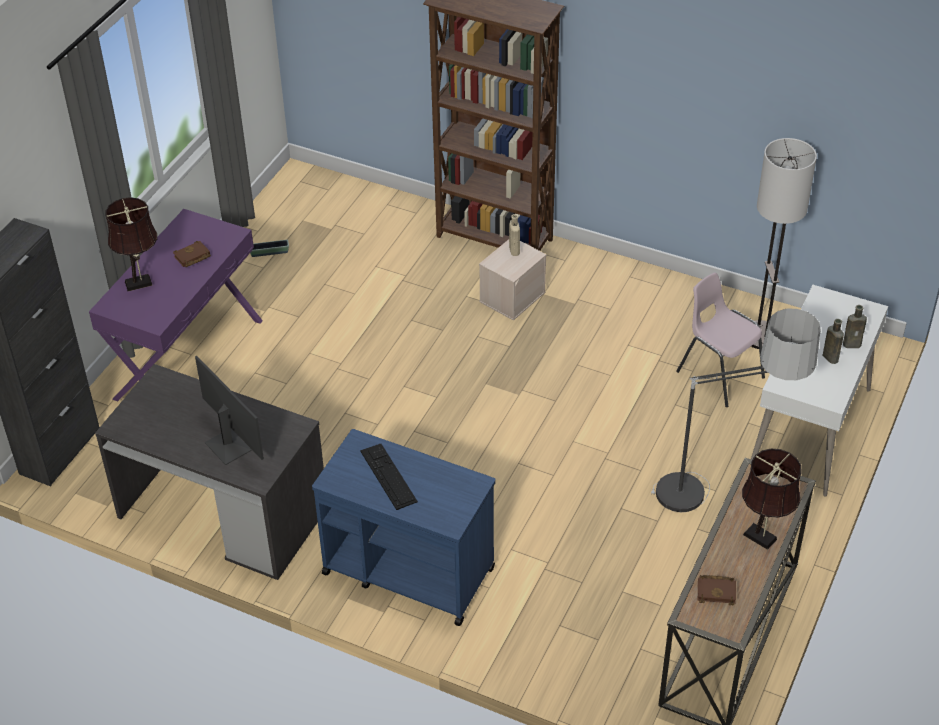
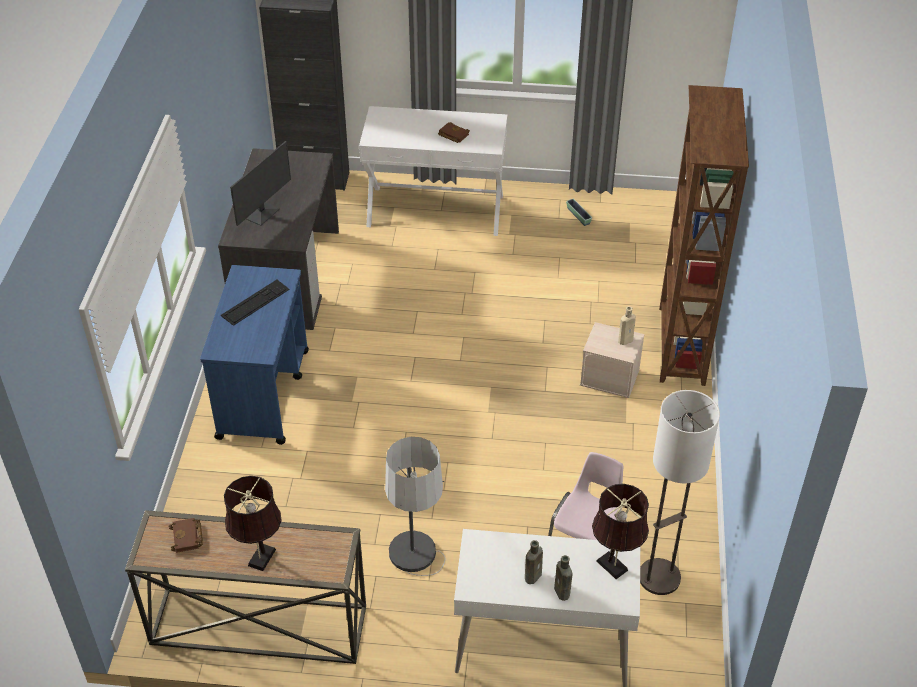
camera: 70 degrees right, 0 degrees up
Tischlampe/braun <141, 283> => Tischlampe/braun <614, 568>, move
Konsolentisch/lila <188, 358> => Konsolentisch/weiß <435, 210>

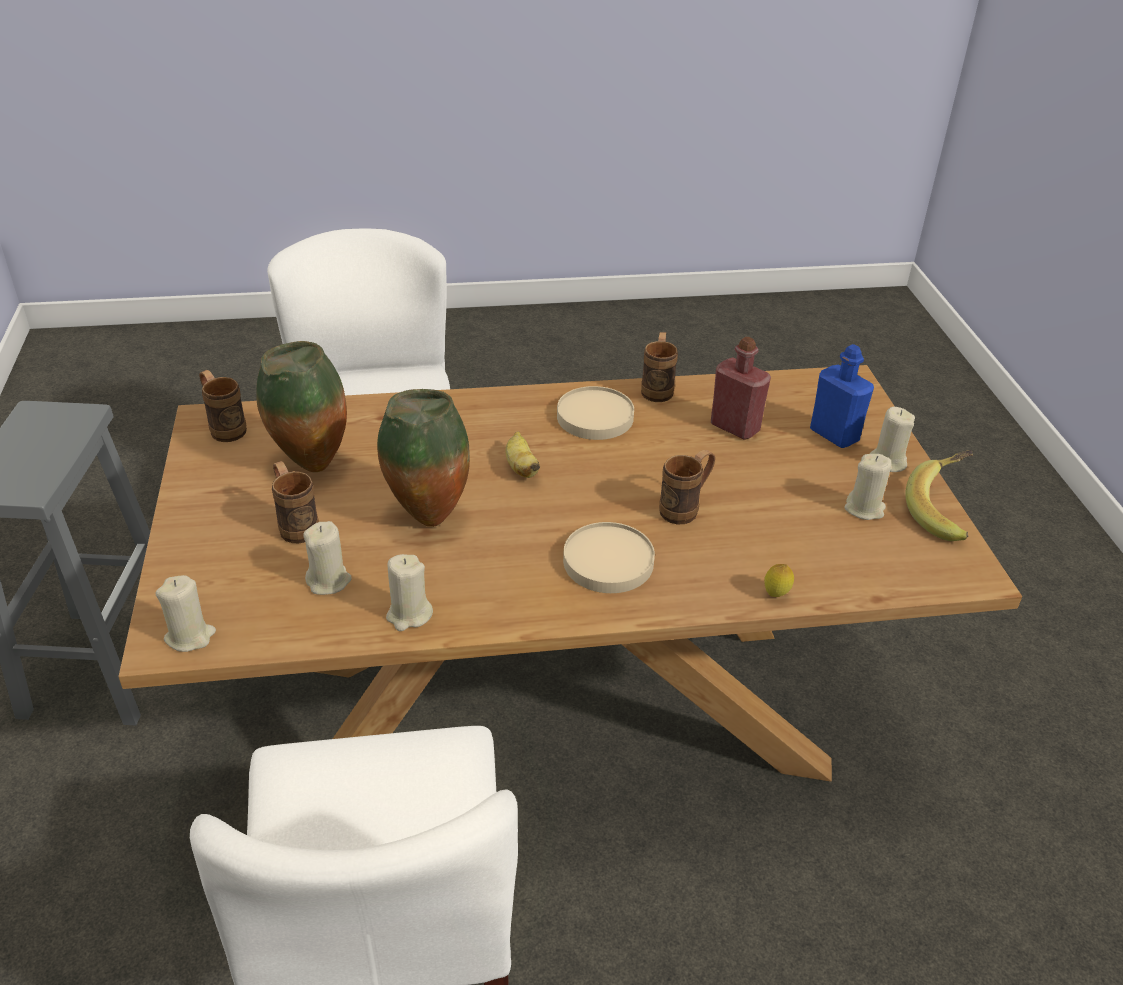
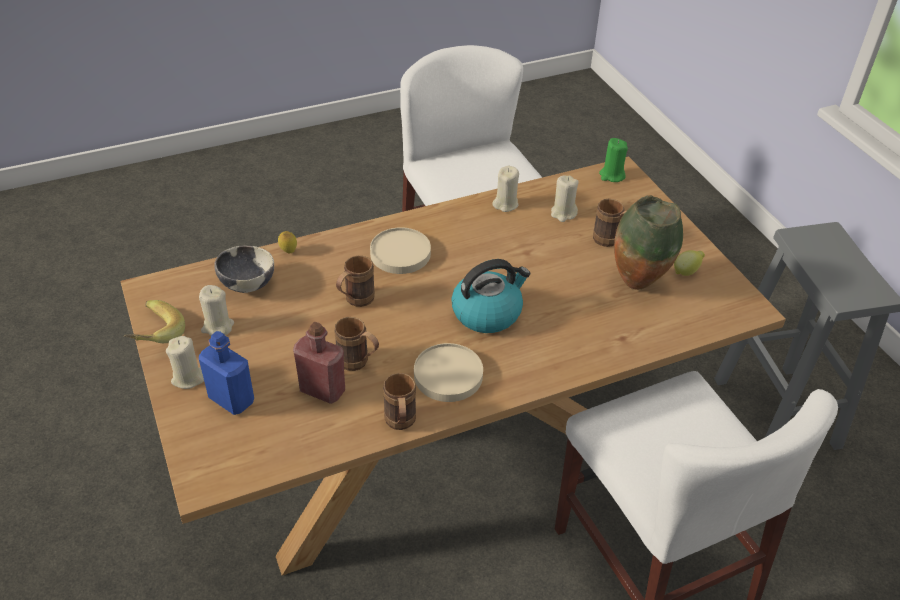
camera: 165 degrees right, 5 degrees up
Henkelbecher/braun <224, 427> => Henkelbecher/braun <358, 363>, move
Vase <427, 518> => nothing
Banane <521, 468> => Wasserkessel <487, 312>
Kerze/beige <190, 636> => Kerze/grün <612, 175>
nothing => Schüssel <247, 284>
nothing => Zitrone <686, 272>

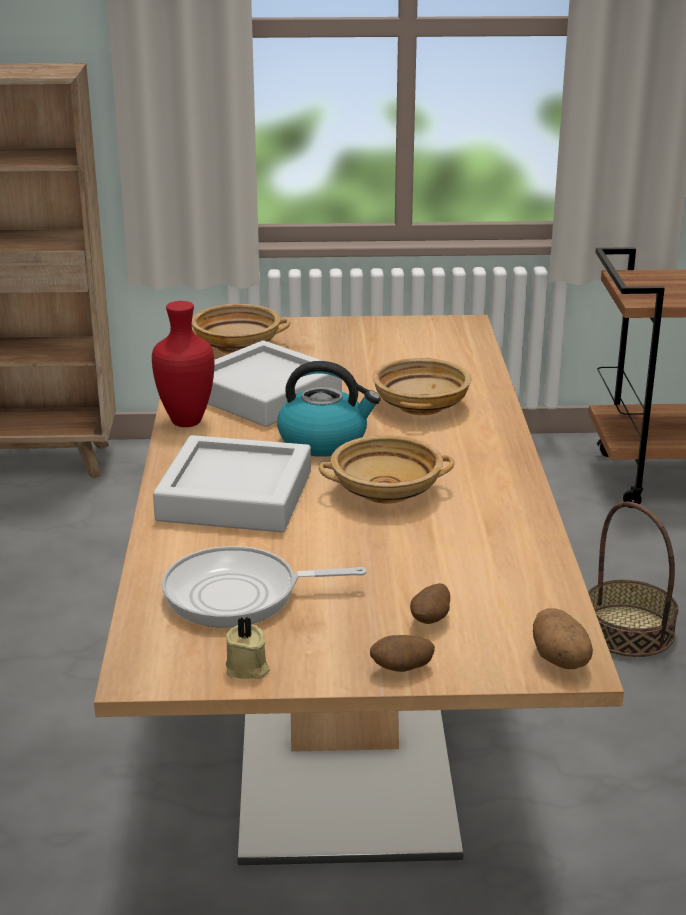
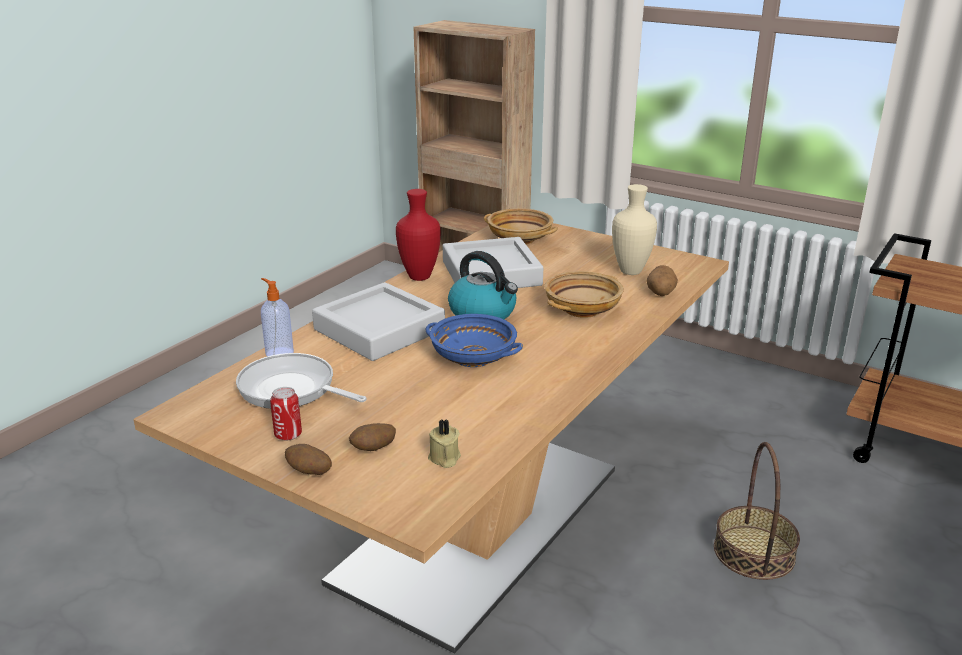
camera: 35 degrees right, 0 degrees up
Schüssel/beige <385, 491> => Schüssel/blau <472, 357>
Kartoffel <561, 661> => Kartoffel <660, 293>, move
Kerze/beige <247, 669> => Kerze/beige <444, 458>, move
nothing => Vase/beige <631, 272>
nothing => Seifenspender <279, 352>
nothing => Dose <288, 435>

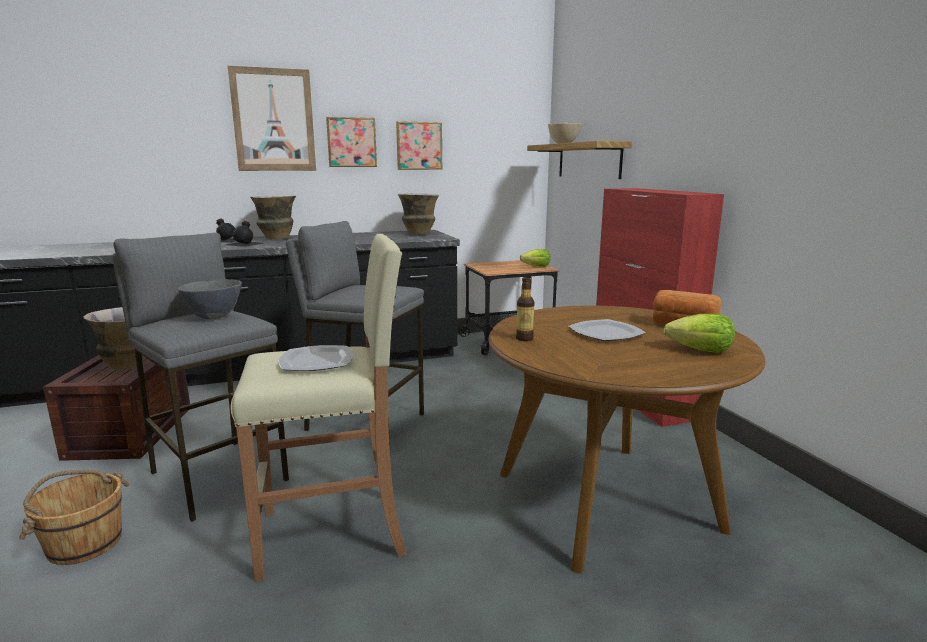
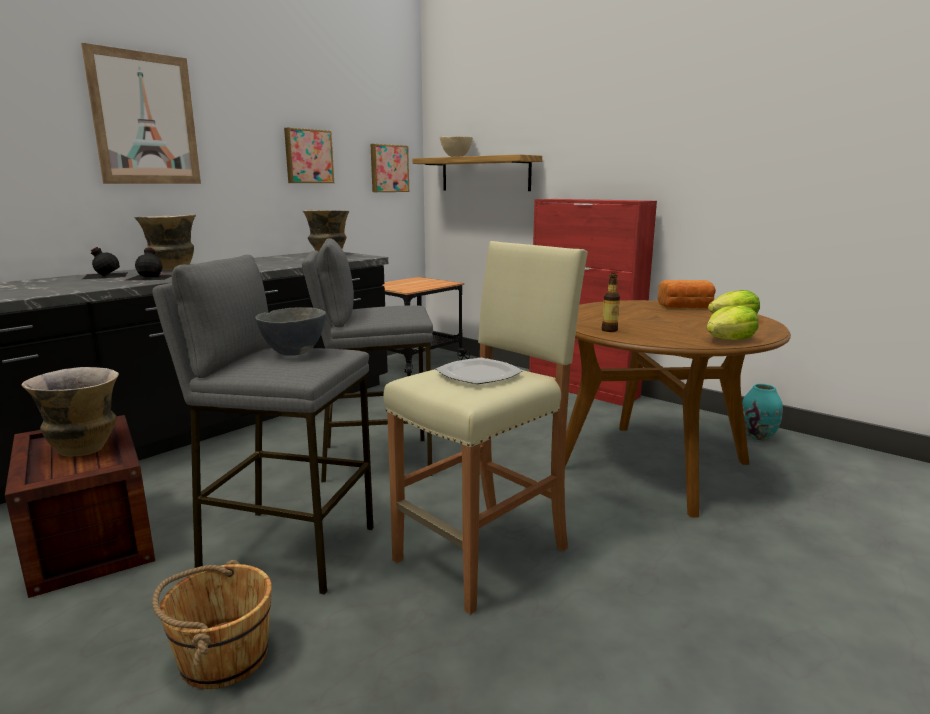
camera: 30 degrees left, 0 degrees up
Bild <351, 142> => Bild <388, 168>, move
Salatkopf <536, 266> => Salatkopf <729, 340>, move
Teller <605, 333> => nothing
nothing => Vase/türkis <758, 436>

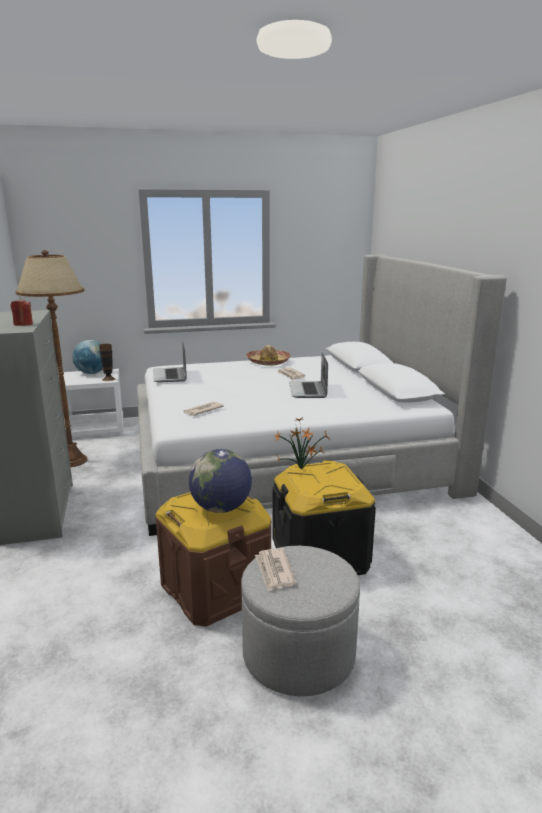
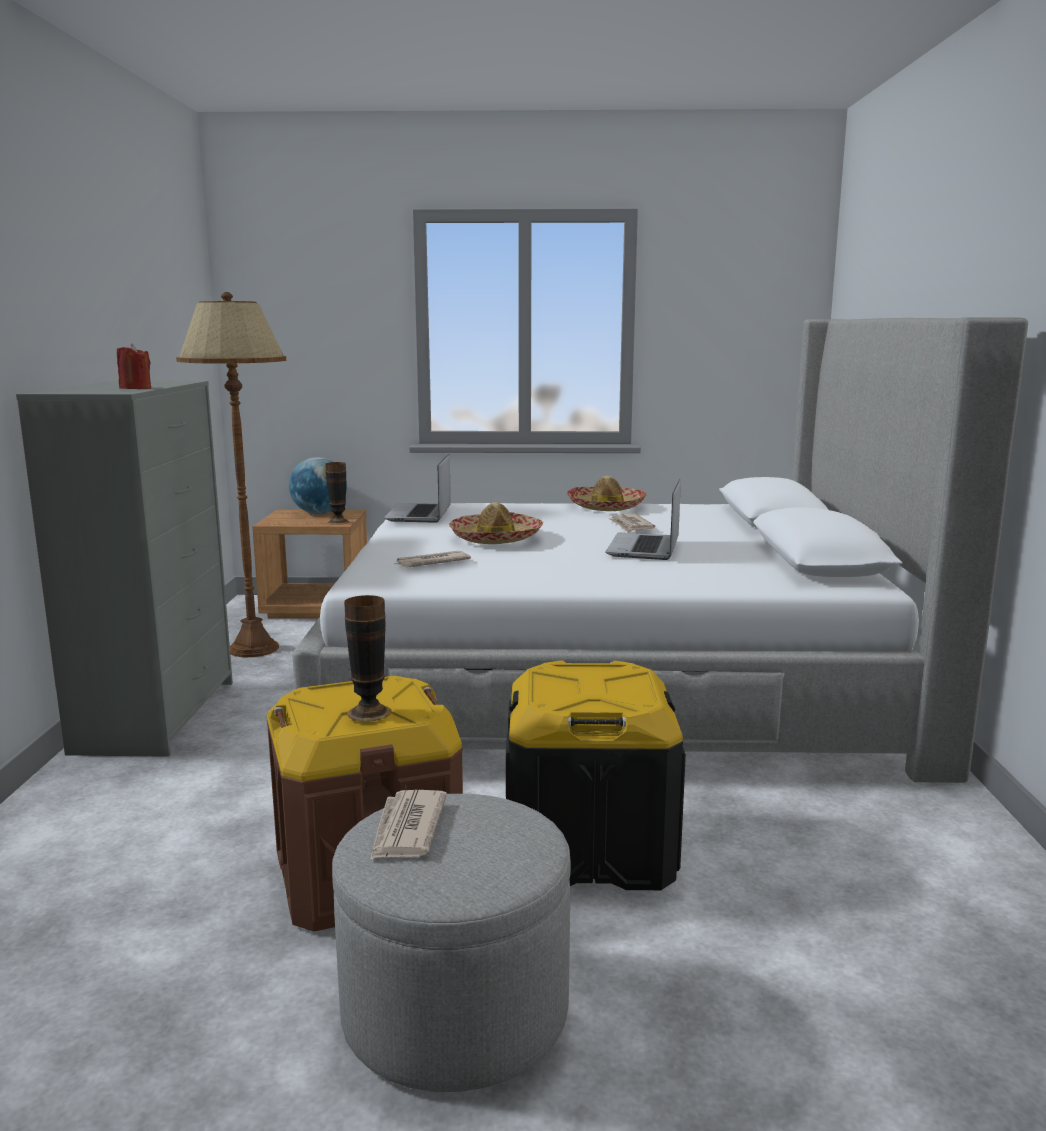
camera: 15 degrees right, 5 degrees down
Nachttisch/weiß <95, 429> => Nachttisch/braun <317, 607>
Topfpflanze <303, 469> => nothing
Globus <221, 508> => Vase <369, 712>
nothing => Hut <495, 538>

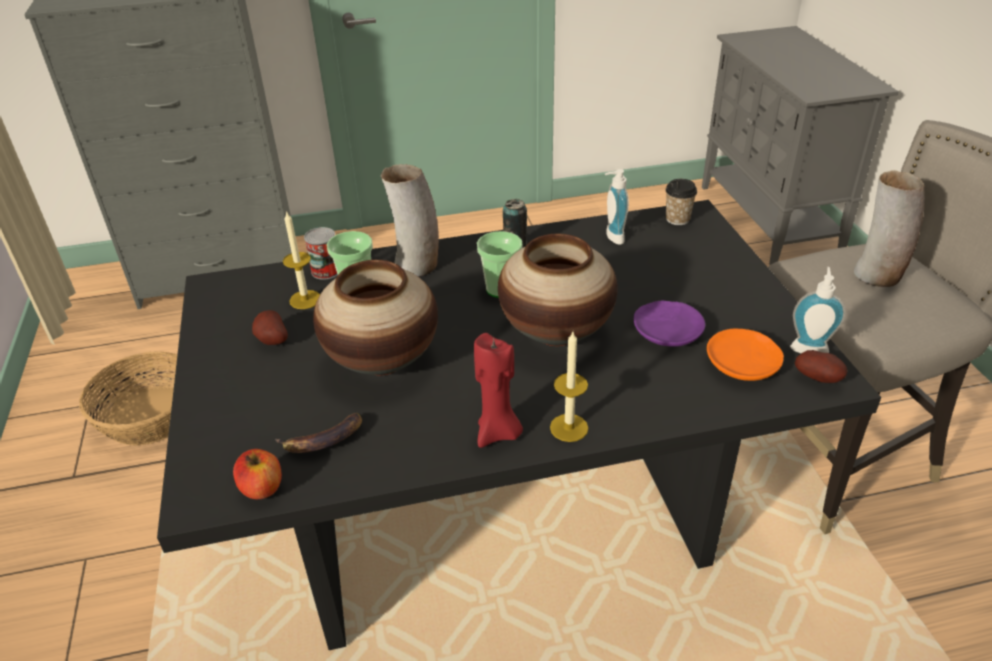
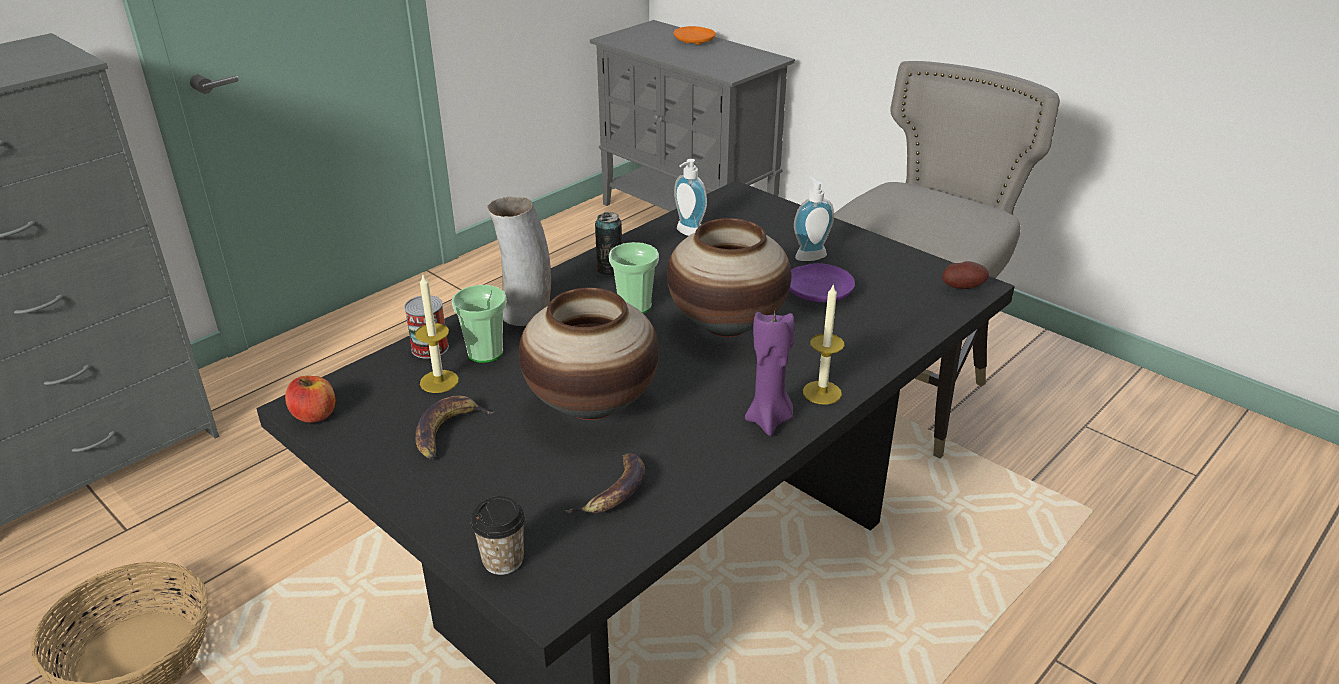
camera: 35 degrees left, 5 degrees down
Vase <877, 276> => nothing
Tasse <677, 219> => Tasse <503, 560>, move
Seifenspender <809, 347> => Seifenspender <809, 255>, move
Kartoffel <271, 341> => Banane <448, 431>
Teller/orange <743, 364> => Teller/orange <695, 41>, move
Kerze/rot <498, 433> => Kerze/lila <769, 420>
Apfel <262, 488> => Apfel <315, 415>, move

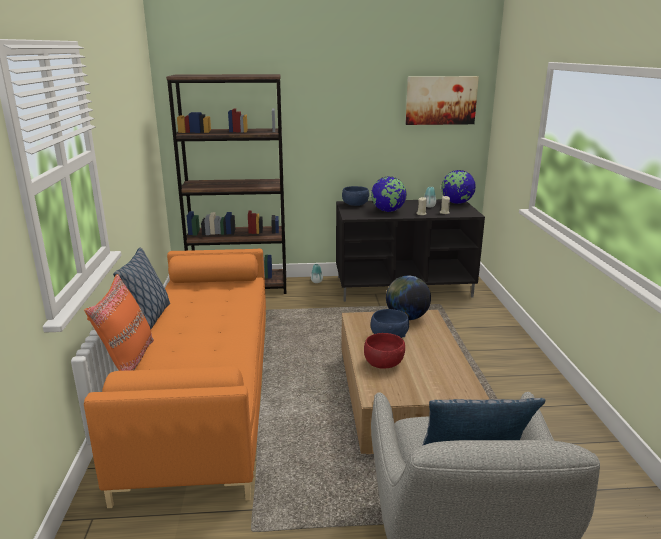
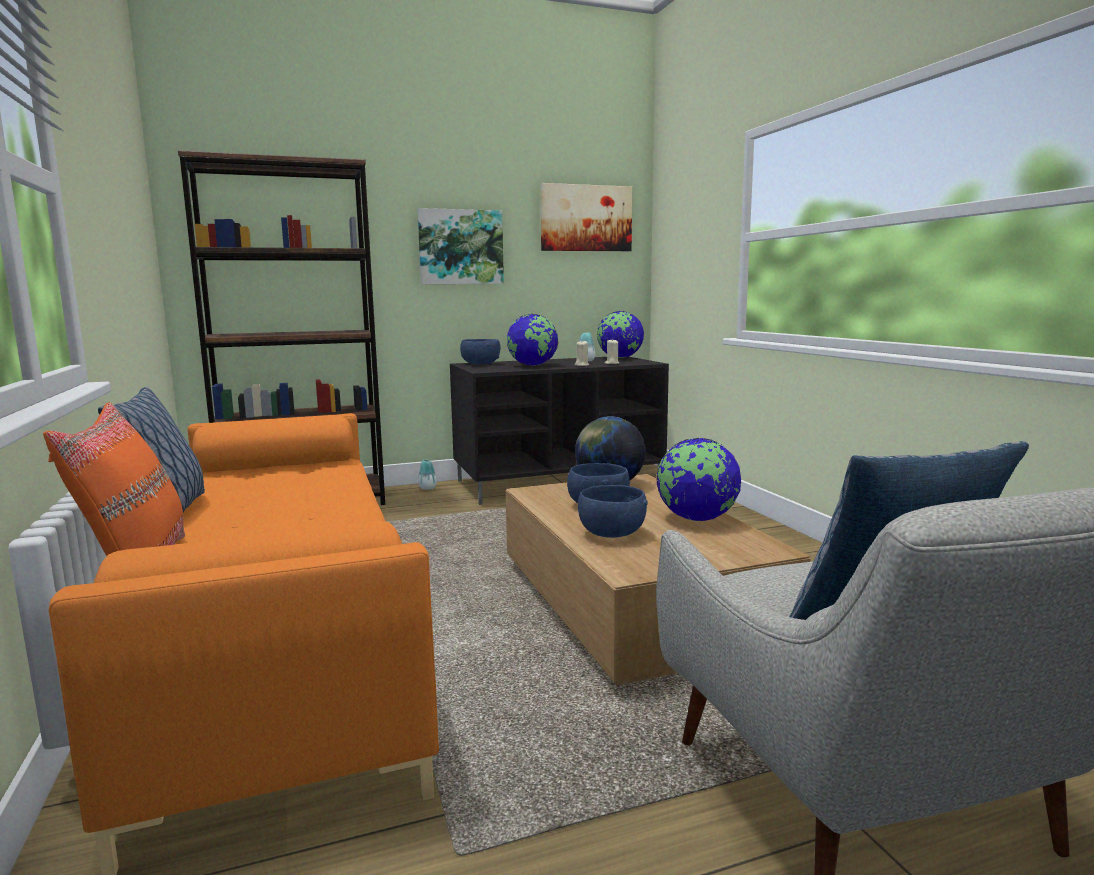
camera: 15 degrees left, 10 degrees down
Schüssel/rot <383, 364> => Schüssel/blau <611, 534>
nothing => Bild <460, 247>
nothing => Globus <696, 519>

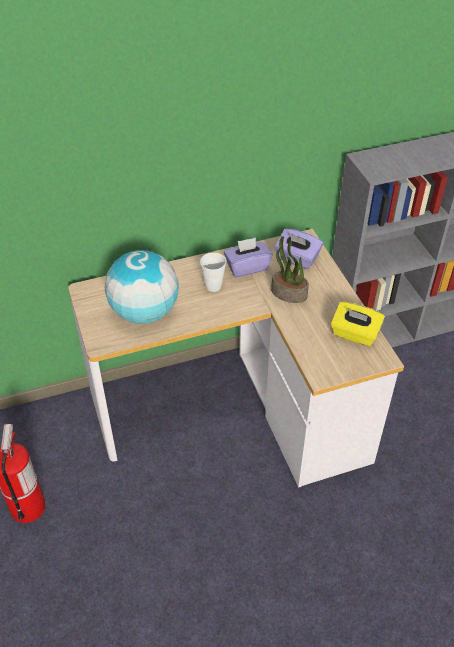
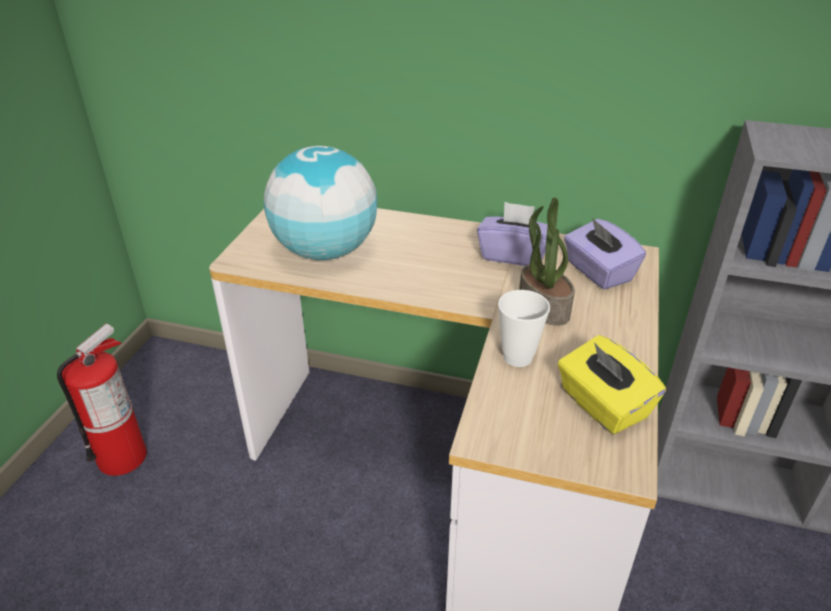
camera: 35 degrees right, 10 degrees down
Tasse <213, 286> => Tasse <517, 357>, move

